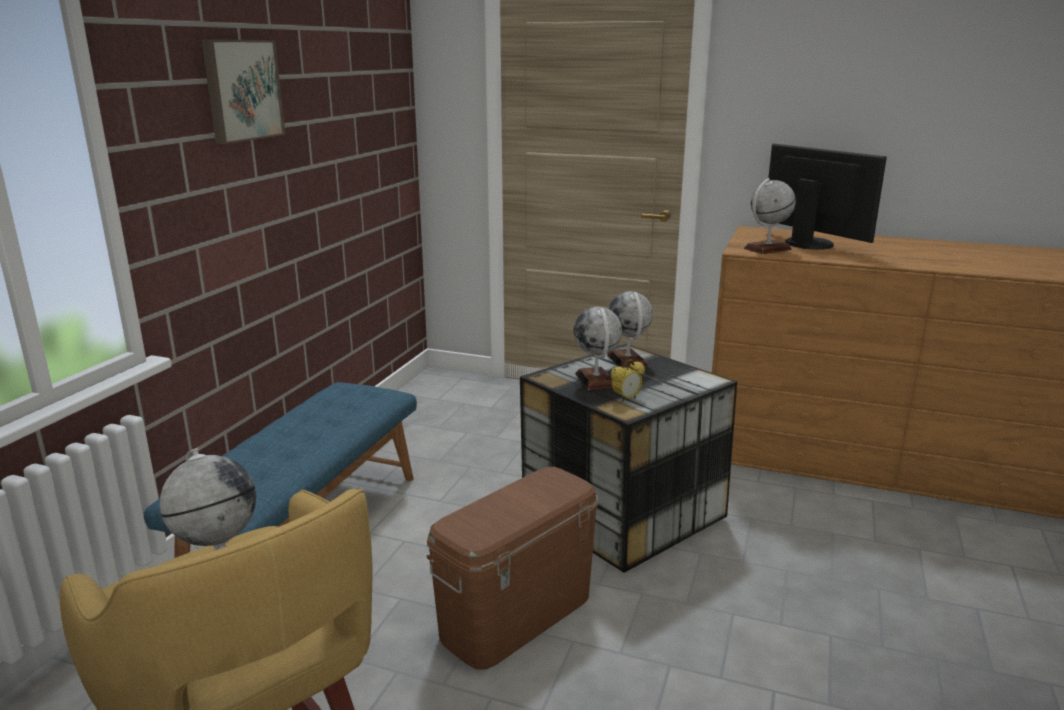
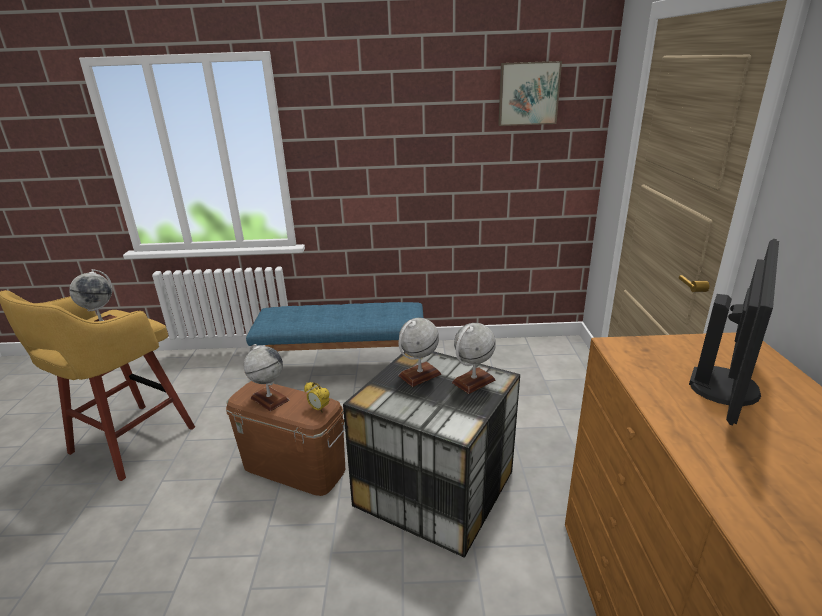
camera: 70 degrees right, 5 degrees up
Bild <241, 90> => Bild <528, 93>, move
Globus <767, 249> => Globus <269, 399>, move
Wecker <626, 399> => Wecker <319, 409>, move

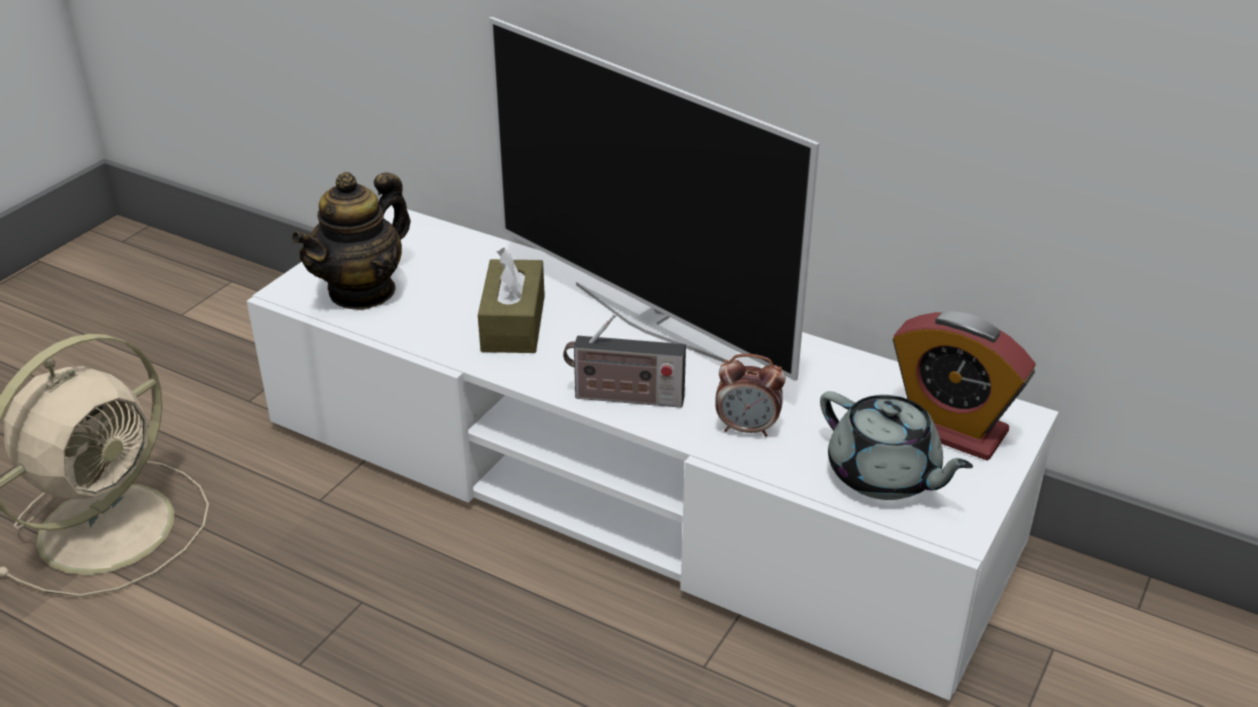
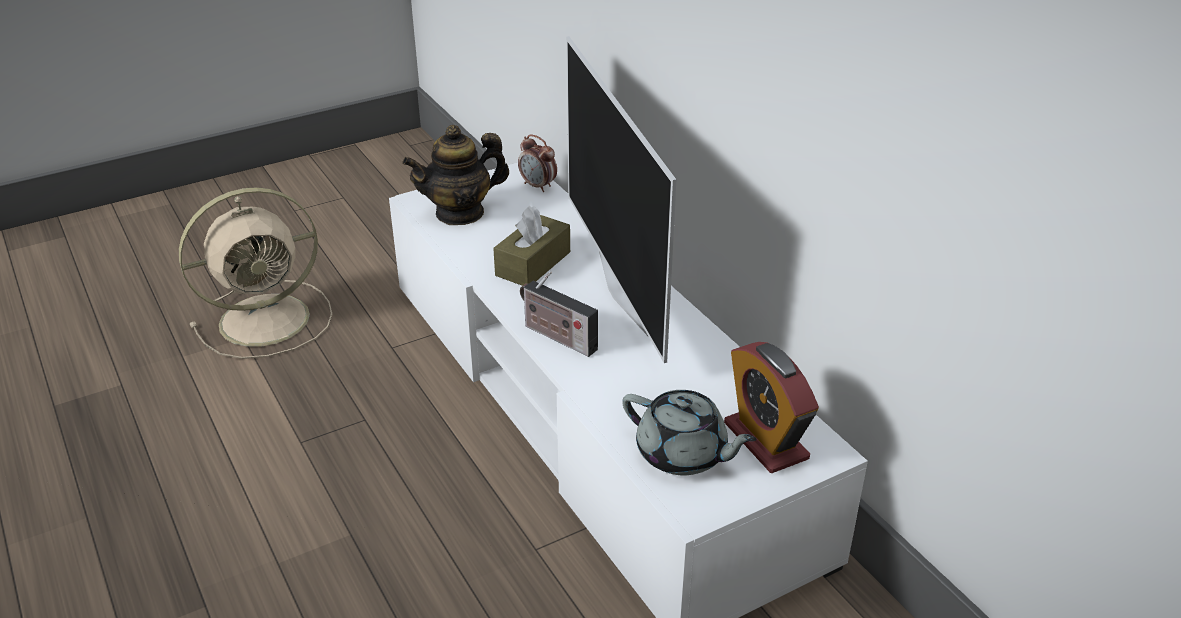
camera: 30 degrees right, 0 degrees up
Wecker <747, 428> => Wecker <538, 186>, move
Teekanne/grau <884, 476> => Teekanne/grau <683, 454>, 45 degrees counterclockwise

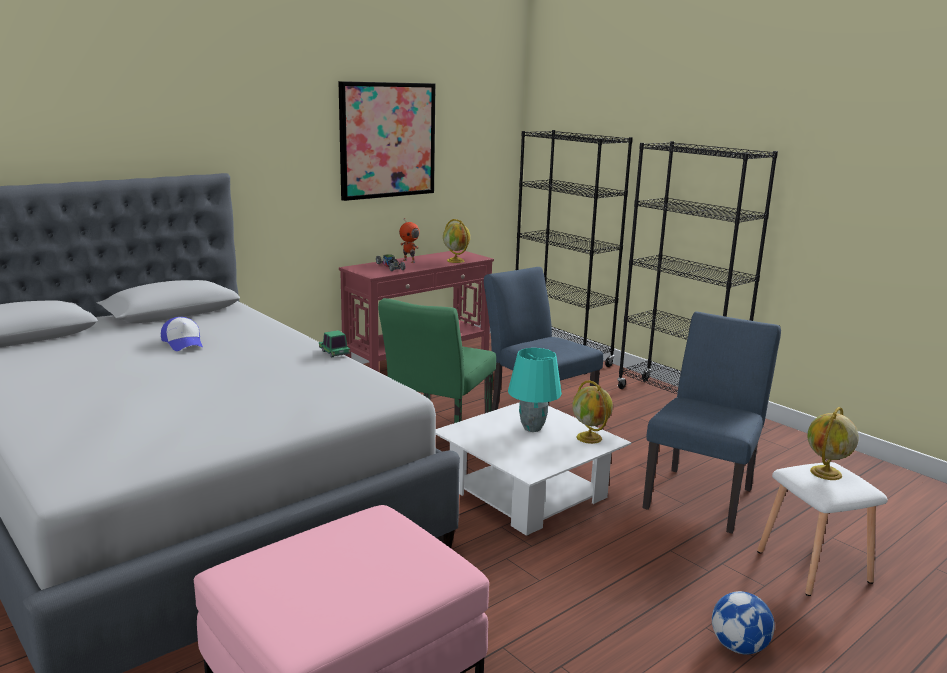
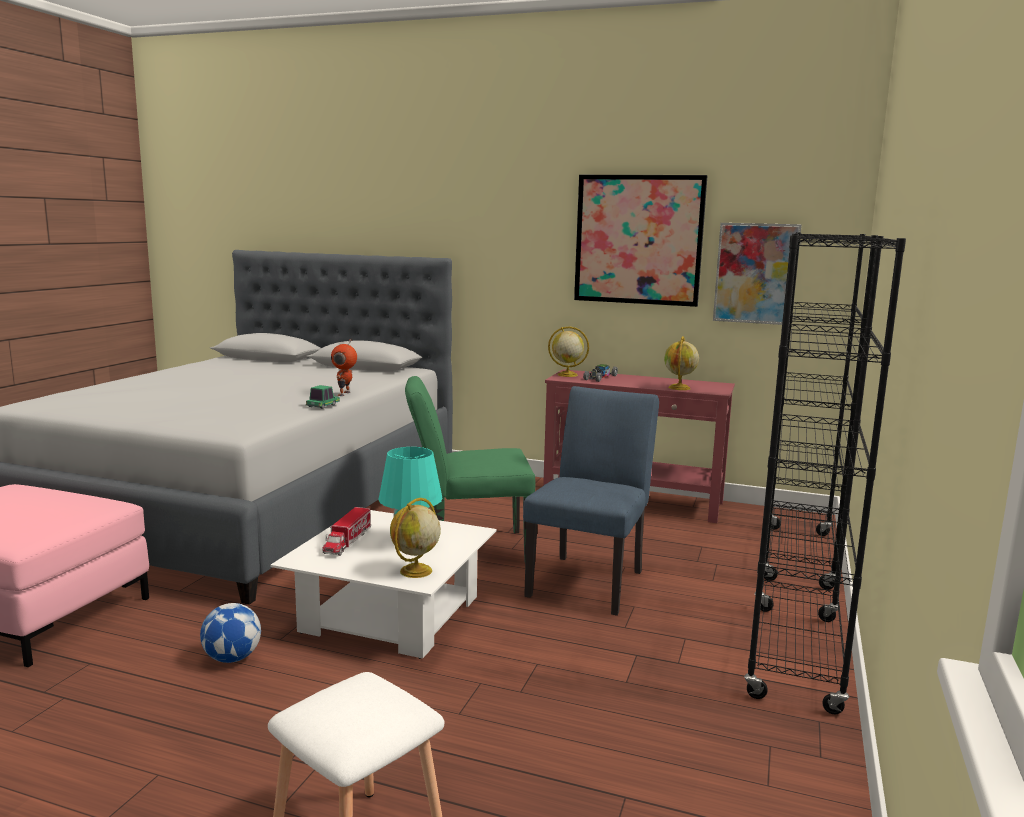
camera: 60 degrees right, 5 degrees down
Spielzeugroboter <409, 261> => Spielzeugroboter <345, 394>, move
Stuhl/blau <702, 494> => nothing
Kappe <183, 343> => nothing
Globus <826, 473> => Globus <566, 375>, move
Fußball <738, 647> => Fußball <232, 658>, move
nothing => Bild <756, 273>
nothing => Spielzeuglaster <347, 541>

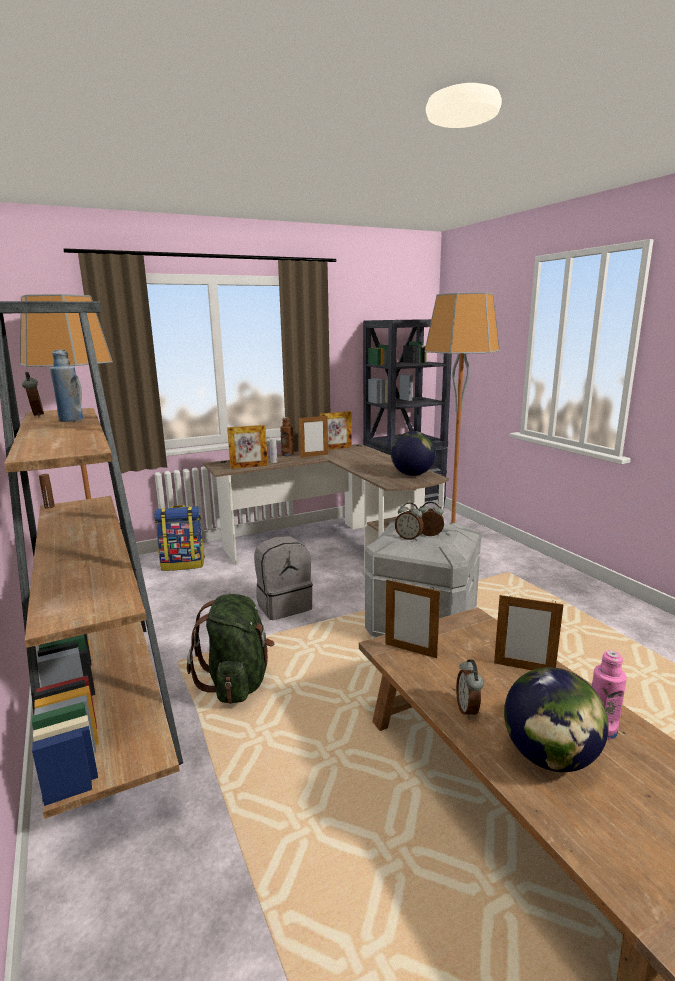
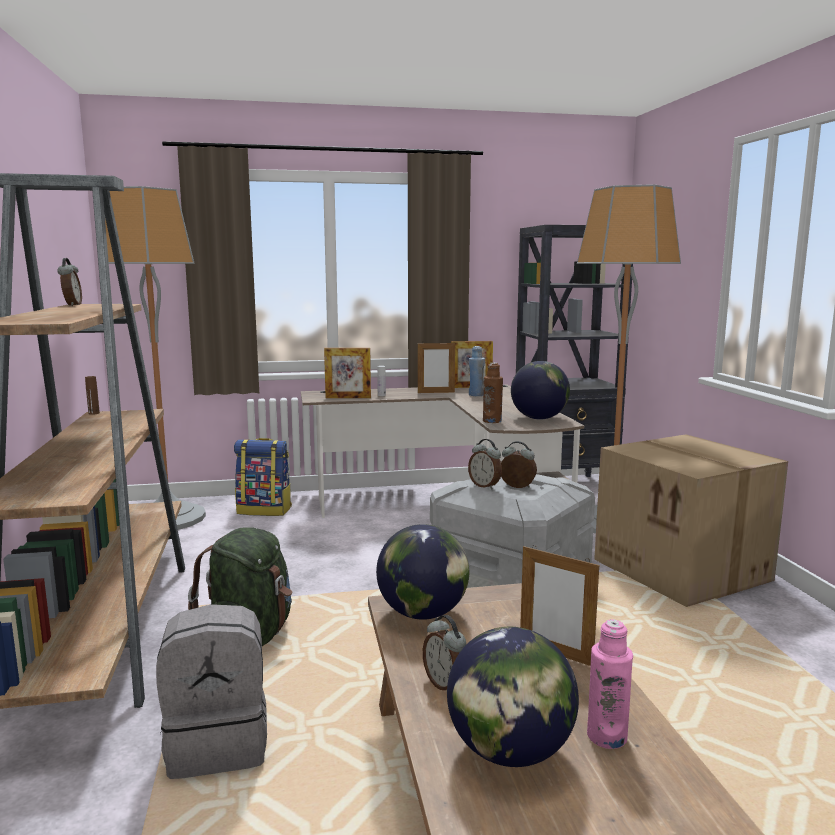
camera: 15 degrees right, 5 degrees down
Flasche/blau <71, 420> => Flasche/blau <476, 395>, move
Flasche/braun <287, 454> => Flasche/braun <492, 421>, move
Rucksack/grau <284, 605> => Rucksack/grau <219, 743>, move
Bilderrahmen <410, 650> => Globus <423, 613>
Wecker <468, 709> => Wecker <445, 684>, 45 degrees counterclockwise
nothing => Karton <684, 570>

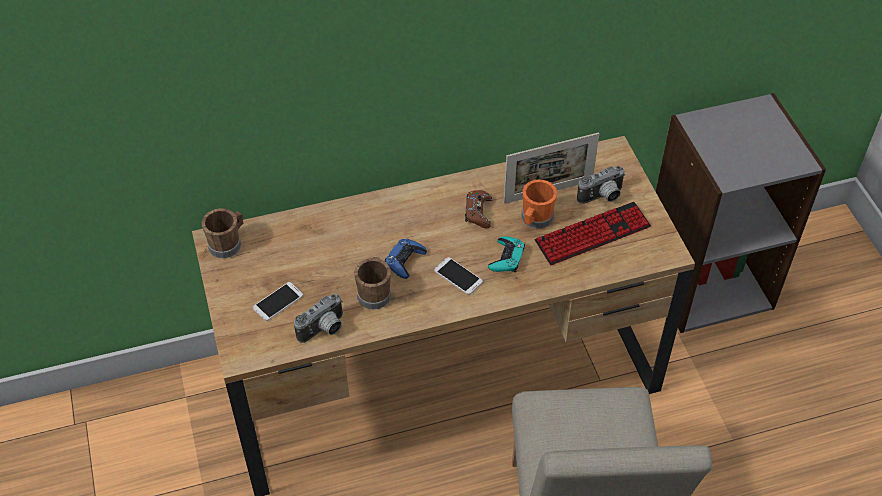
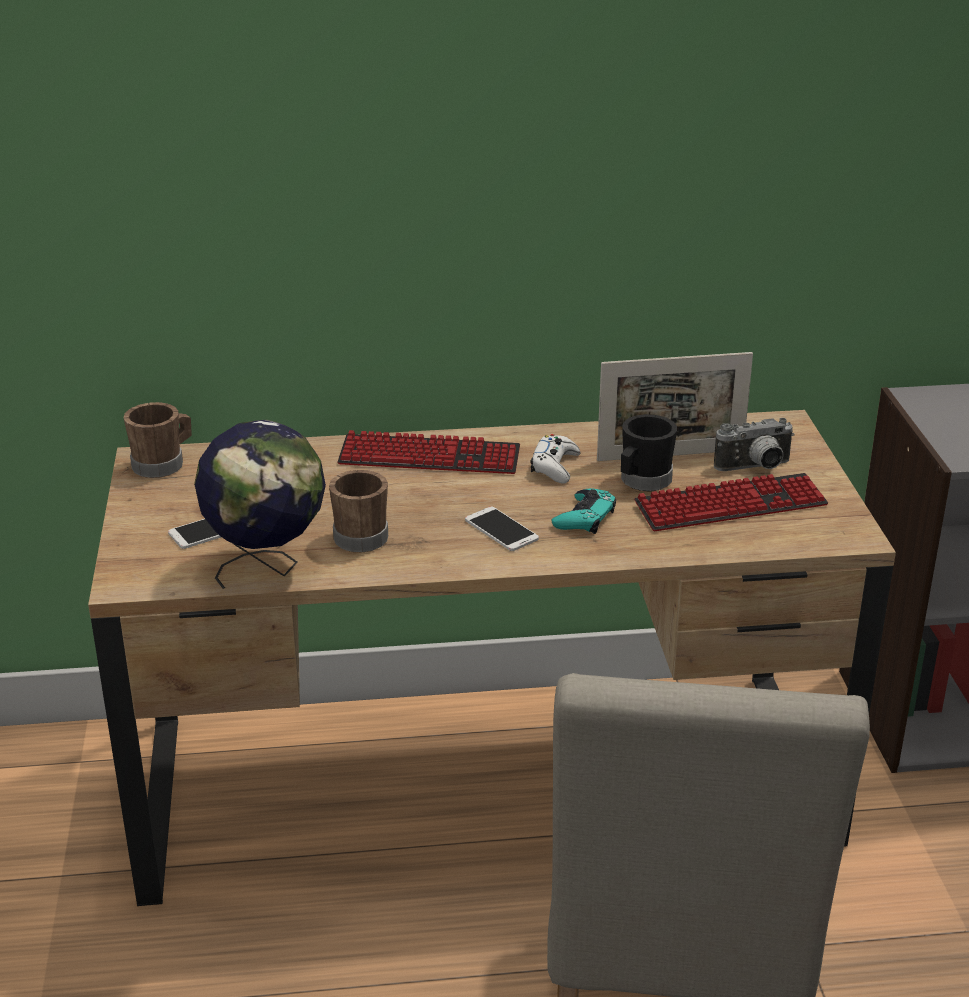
camera: 10 degrees right, 20 degrees down
Henkelbecher/orange <535, 219> => Henkelbecher/schwarz <642, 481>
Gamepad/braun <478, 212> => Gamepad/weiß <554, 466>
Gamepad/blau <405, 261> => nothing
Kamera <324, 330> => Globus <267, 567>
nothing => Tastatur <429, 457>

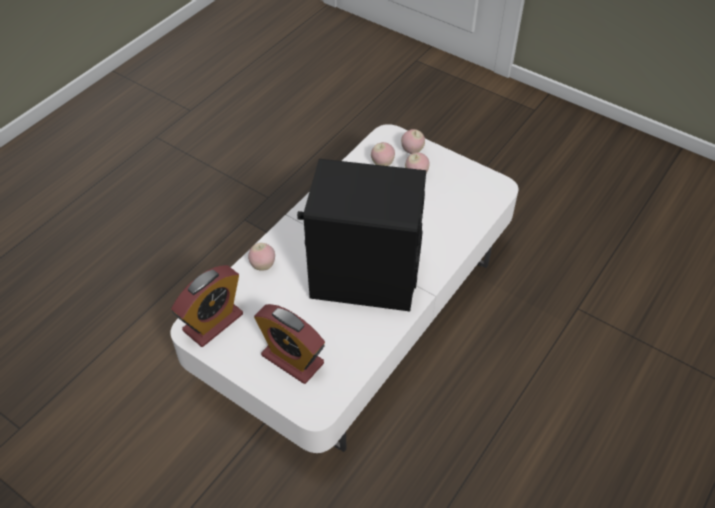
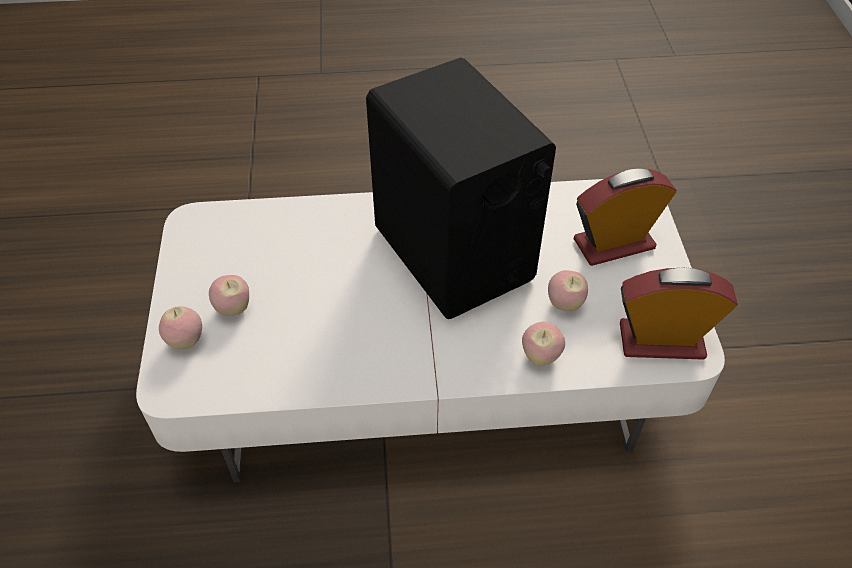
camera: 130 degrees left, 0 degrees up
Apfel <382, 164> => Apfel <564, 304>, move
Wecker <292, 359> => Wecker <614, 244>, 105 degrees counterclockwise

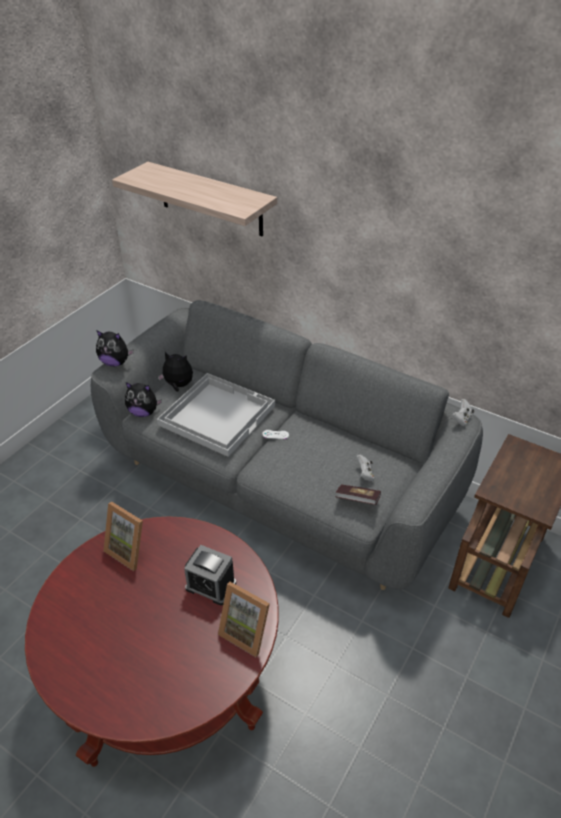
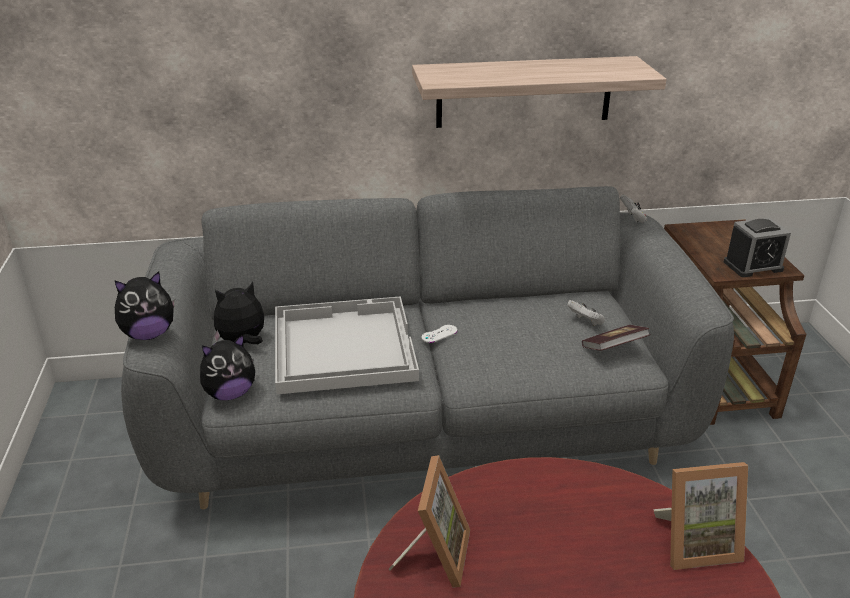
camera: 40 degrees left, 10 degrees down
Wandregal <211, 199> => Wandregal <524, 92>, move
Bilderrahmen <130, 550> => Bilderrahmen <434, 555>, 75 degrees counterclockwise
Wecker <211, 585> => Wecker <753, 266>, move

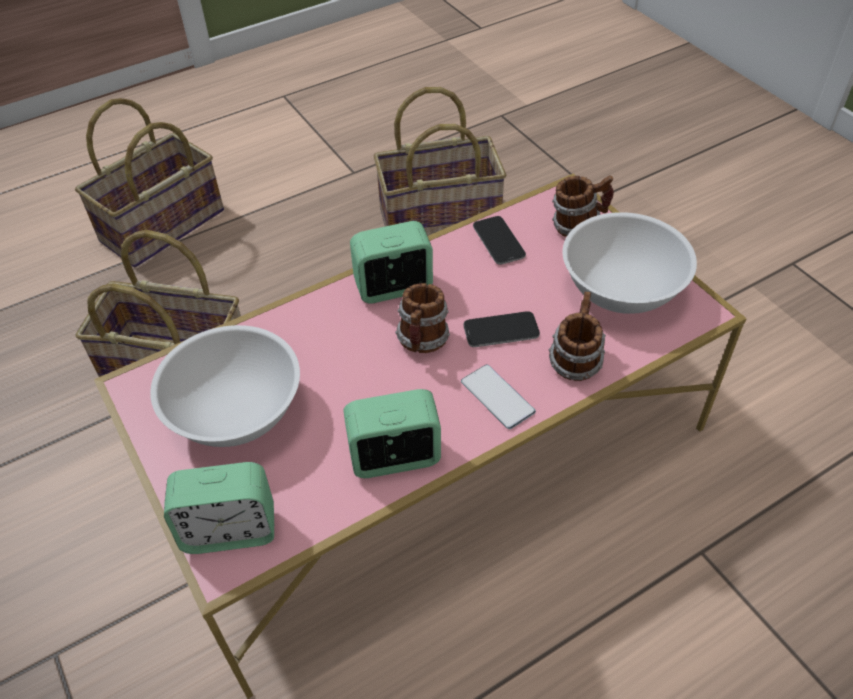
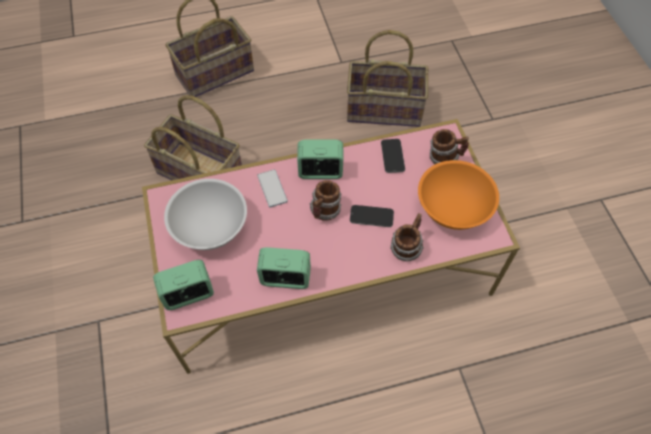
camera: 15 degrees right, 10 degrees up
Schüssel/weiß <622, 289> => Schüssel/orange <453, 208>
Handy <497, 397> => Handy <272, 188>, move
Wecker <230, 530> => Wecker <188, 295>, 150 degrees clockwise

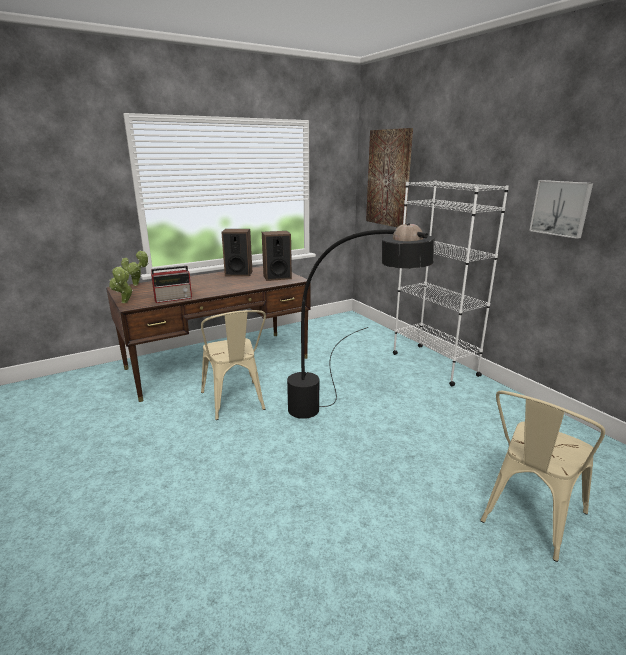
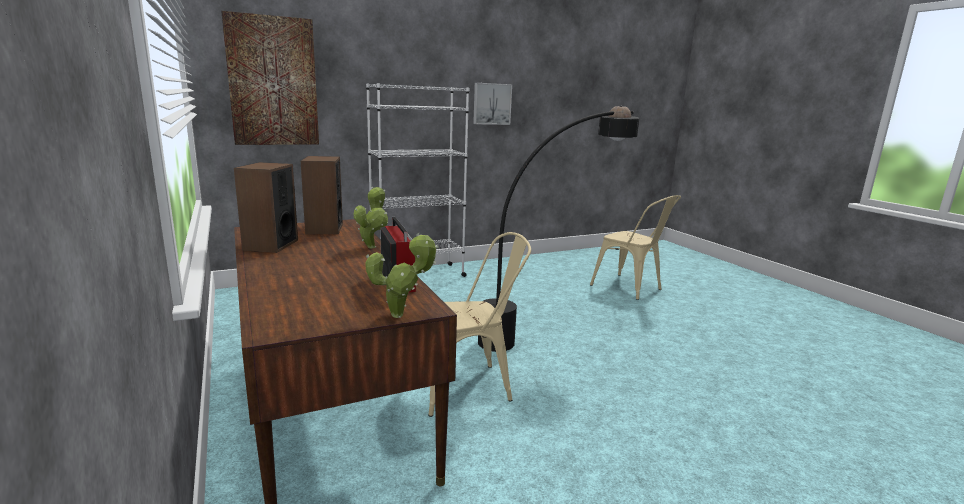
camera: 85 degrees left, 5 degrees down
Topfpflanze <137, 285> => Topfpflanze <372, 246>, move

